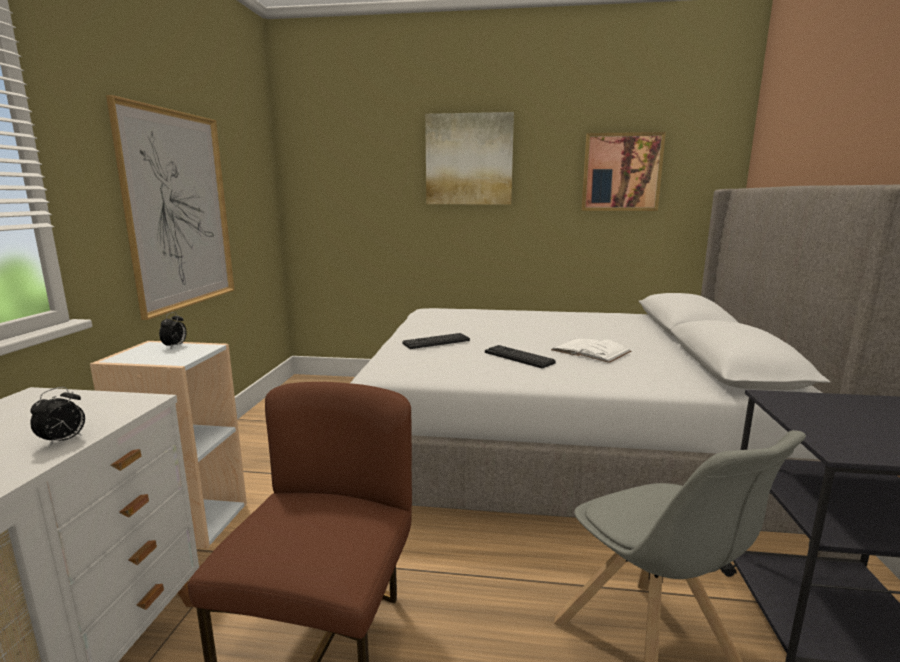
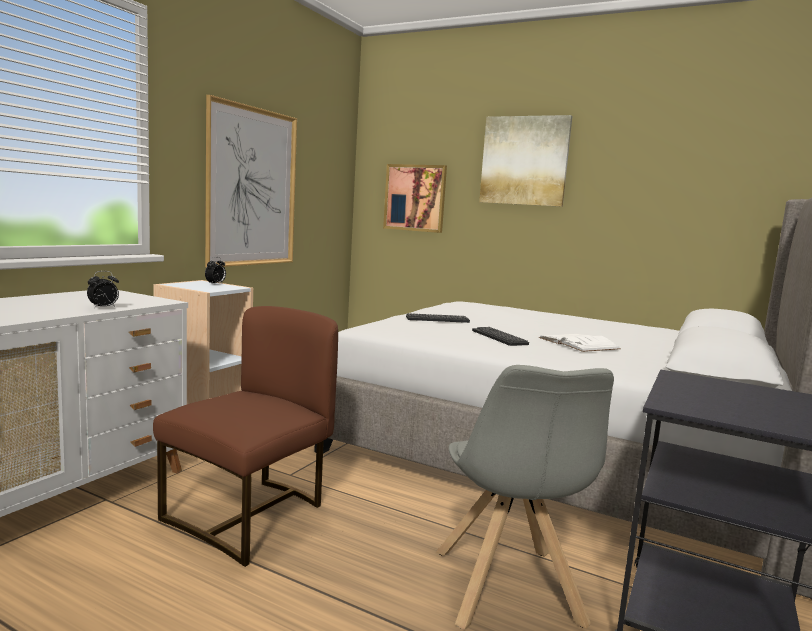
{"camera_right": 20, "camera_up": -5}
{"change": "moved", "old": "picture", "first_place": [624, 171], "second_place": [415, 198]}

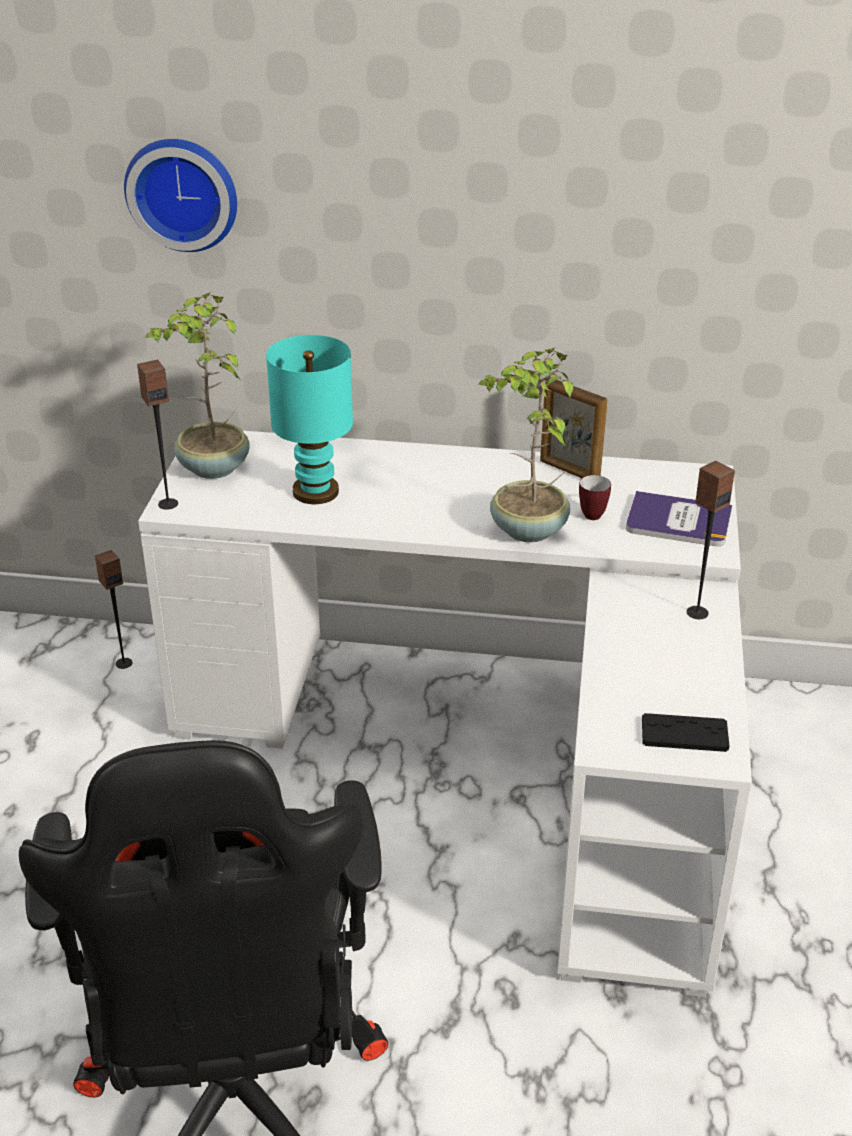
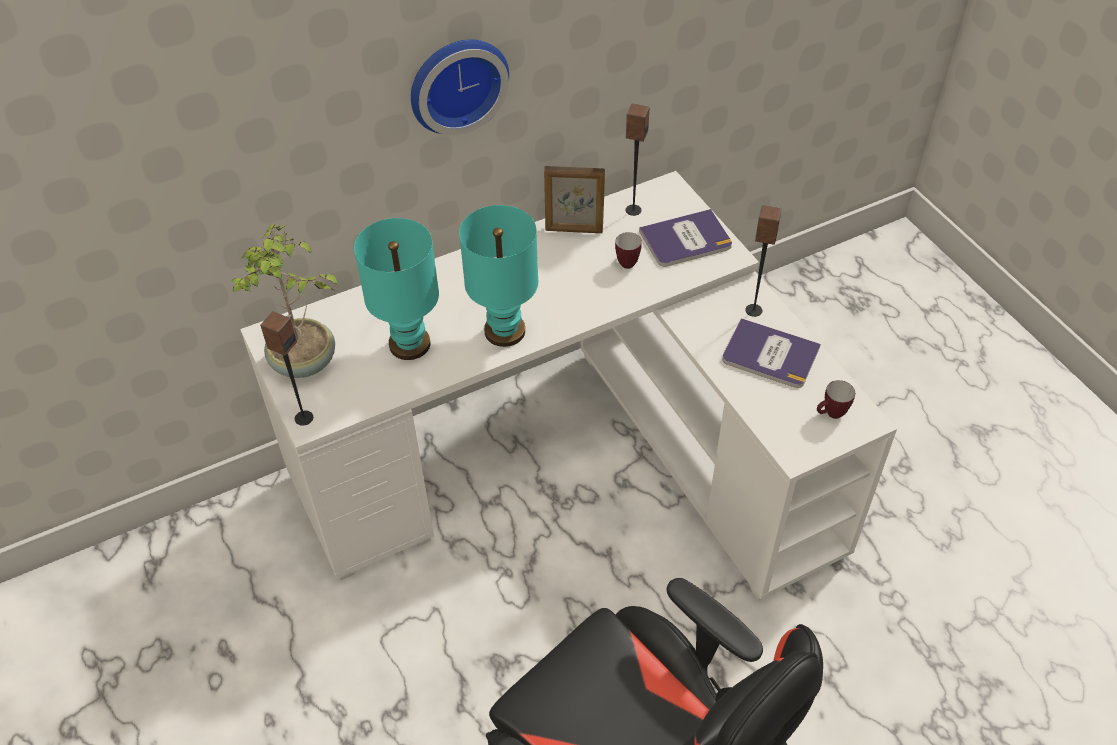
{"camera_right": -35, "camera_up": 15}
{"change": "moved", "old": "wall clock", "first_place": [180, 195], "second_place": [460, 87]}
{"change": "removed", "old": "potted plant", "first_place": [525, 444]}
{"change": "moved", "old": "speaker", "first_place": [114, 609], "second_place": [638, 160]}
{"change": "replaced", "old": "black game controller", "new": "mug", "first_place": [685, 732], "second_place": [836, 399]}
{"change": "added", "new": "turquoise table lamp", "second_place": [498, 276]}
{"change": "added", "new": "book", "second_place": [771, 353]}

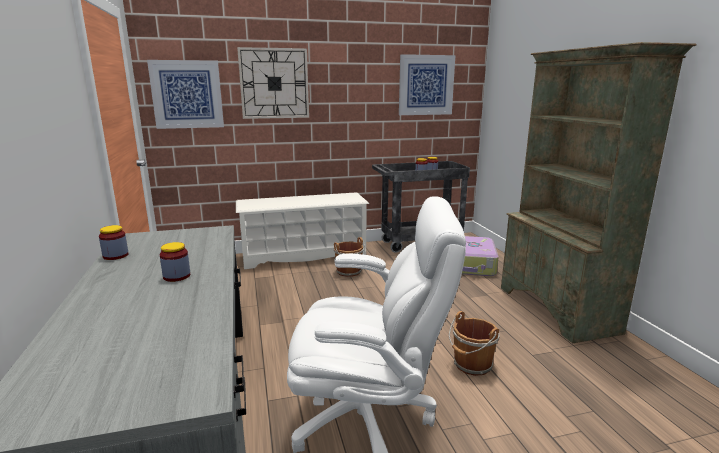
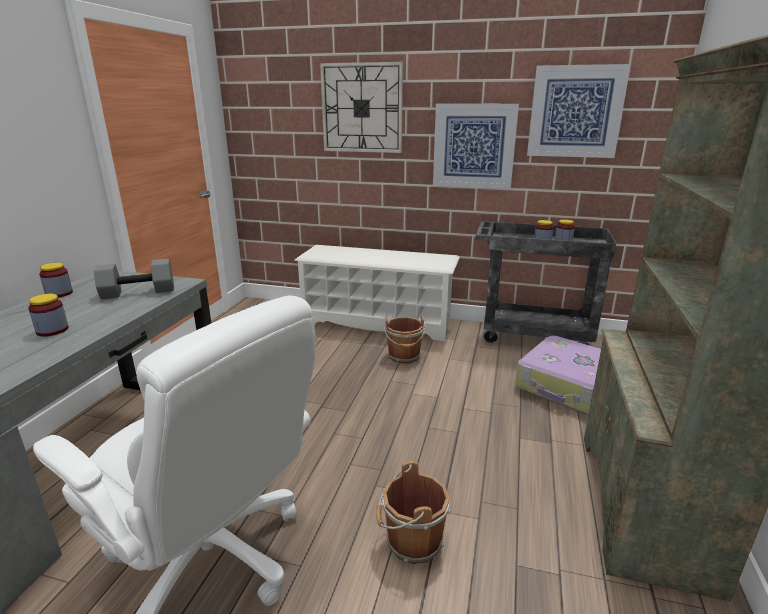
{"camera_right": 30, "camera_up": 5}
{"change": "moved", "old": "picture", "first_place": [185, 94], "second_place": [476, 146]}
{"change": "added", "new": "grey dumbbell", "second_place": [134, 279]}

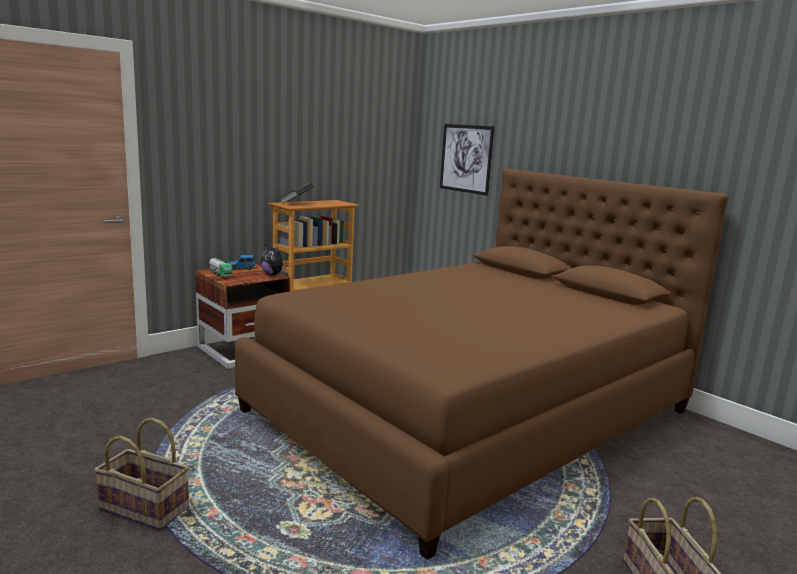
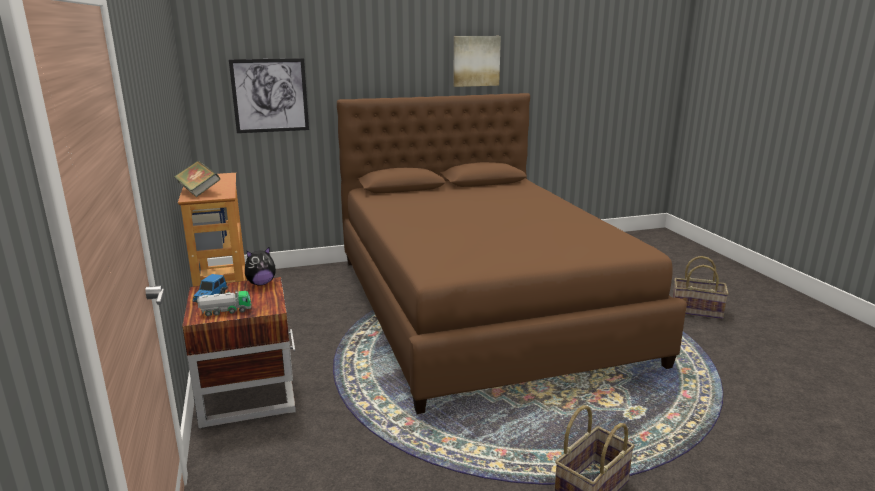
{"camera_right": -65, "camera_up": 5}
{"change": "added", "new": "picture", "second_place": [477, 61]}

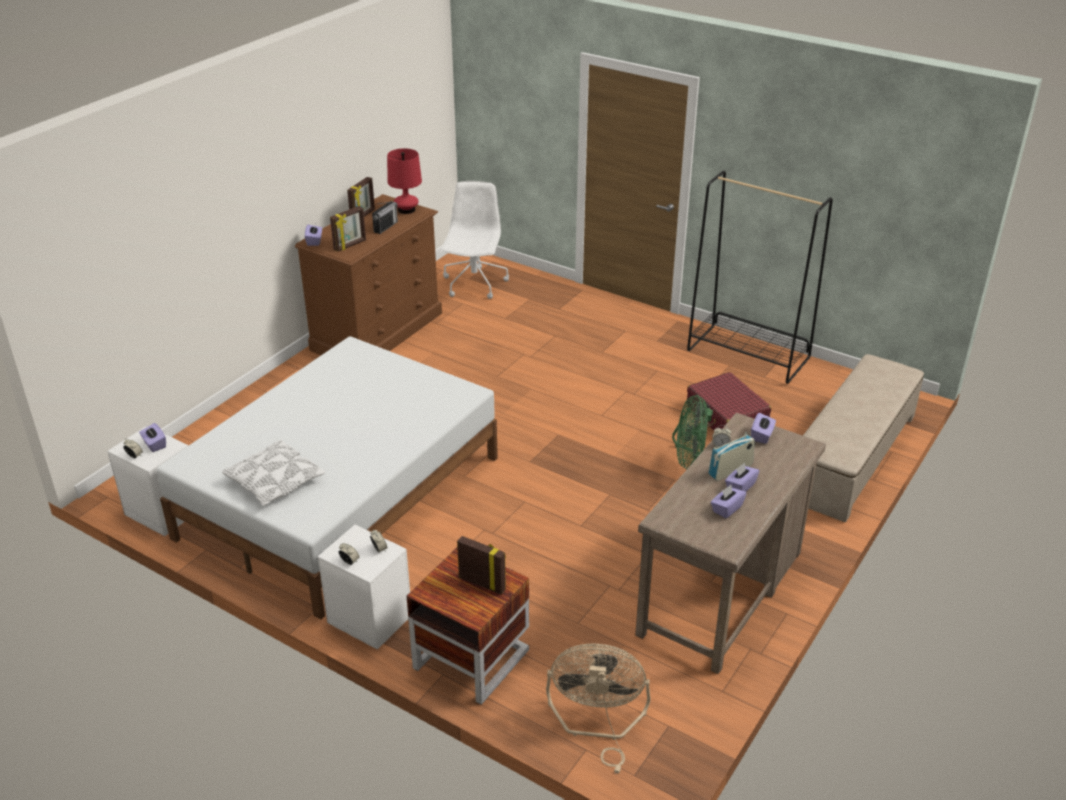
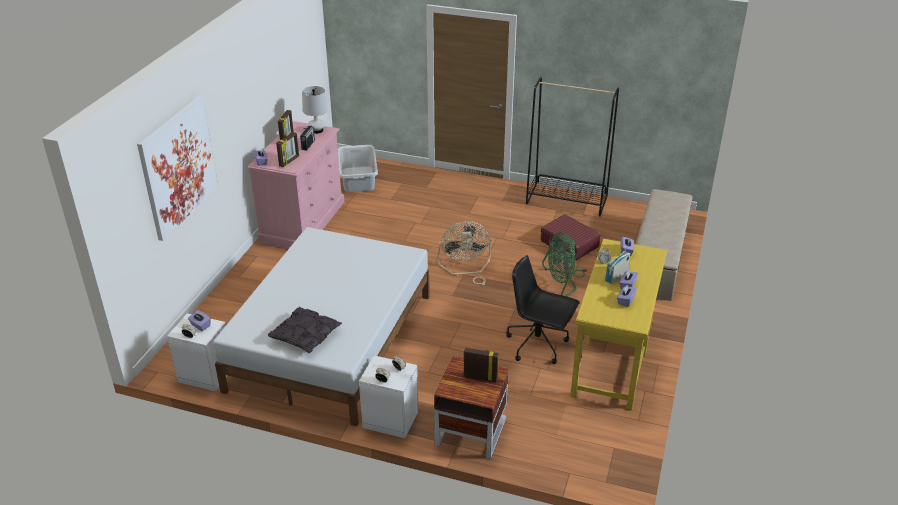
{"camera_right": -15, "camera_up": 0}
{"change": "recoloured", "old": "red table lamp", "new": "white table lamp", "first_place": [404, 181], "second_place": [315, 110]}
{"change": "replaced", "old": "white office chair", "new": "grey laundry basket", "first_place": [475, 240], "second_place": [358, 168]}
{"change": "recoloured", "old": "brown dresser", "new": "pink dresser", "first_place": [368, 274], "second_place": [296, 185]}
{"change": "recoloured", "old": "brown desk", "new": "yellow desk", "first_place": [730, 543], "second_place": [618, 324]}
{"change": "recoloured", "old": "white pillow", "new": "black pillow", "first_place": [274, 473], "second_place": [305, 330]}
{"change": "moved", "old": "beige fan", "first_place": [598, 709], "second_place": [464, 253]}
{"change": "added", "new": "picture", "second_place": [177, 168]}
{"change": "added", "new": "black office chair", "second_place": [543, 309]}

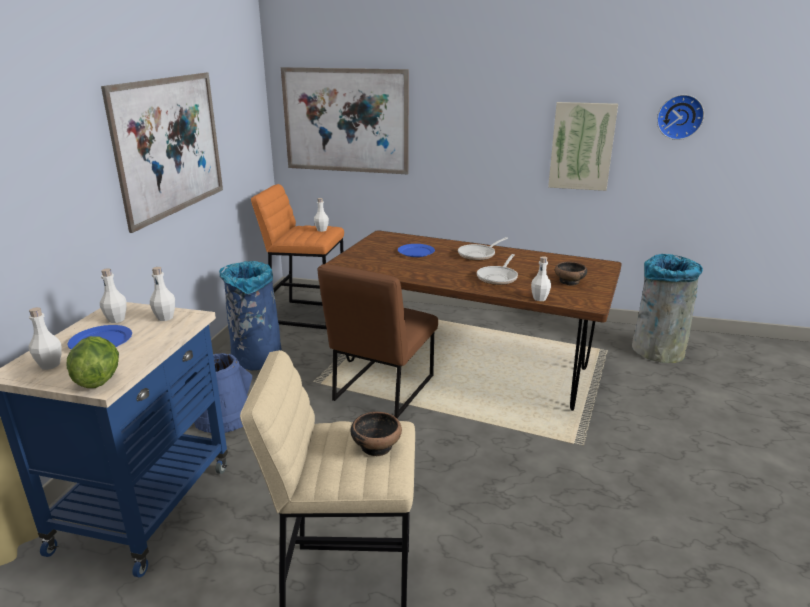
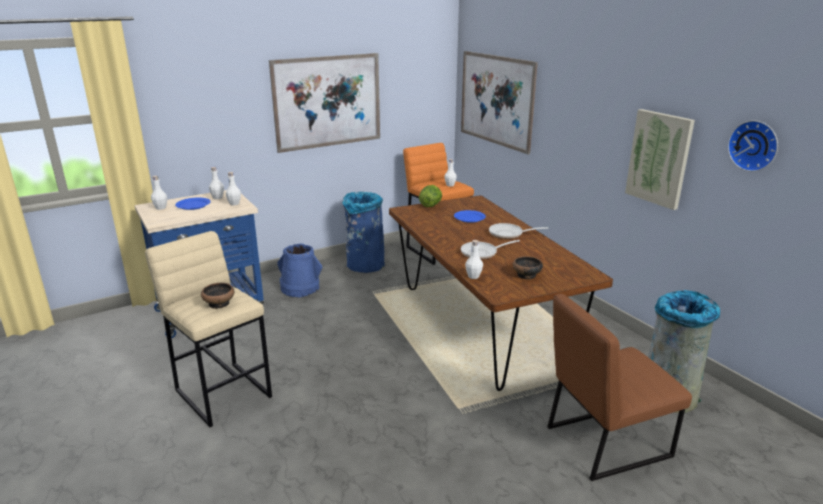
{"camera_right": 45, "camera_up": 0}
{"change": "moved", "old": "brown chair", "first_place": [377, 341], "second_place": [619, 387]}
{"change": "moved", "old": "lettuce", "first_place": [93, 362], "second_place": [430, 196]}

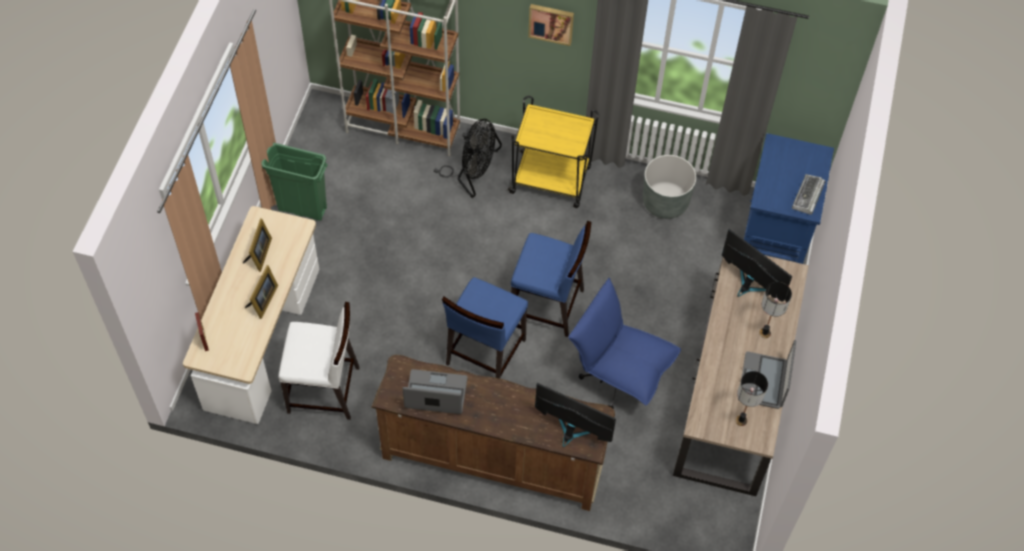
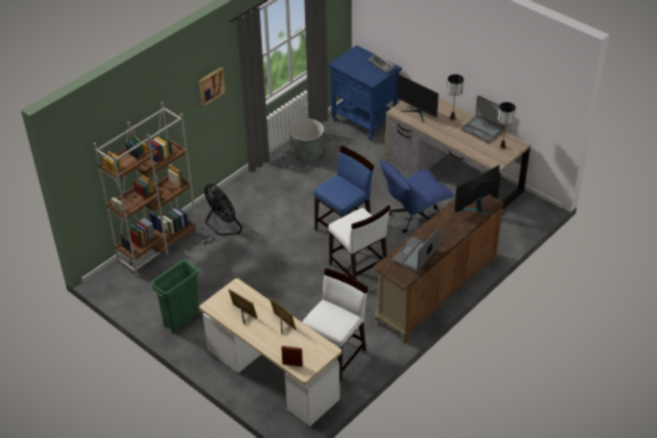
{"camera_right": -60, "camera_up": -15}
{"change": "removed", "old": "yellow cart", "first_place": [553, 152]}
{"change": "turned", "old": "monitor", "first_place": [757, 265], "second_place": [418, 98], "degrees": -120}
{"change": "recoloured", "old": "blue chair", "new": "white chair", "first_place": [485, 328], "second_place": [359, 242]}

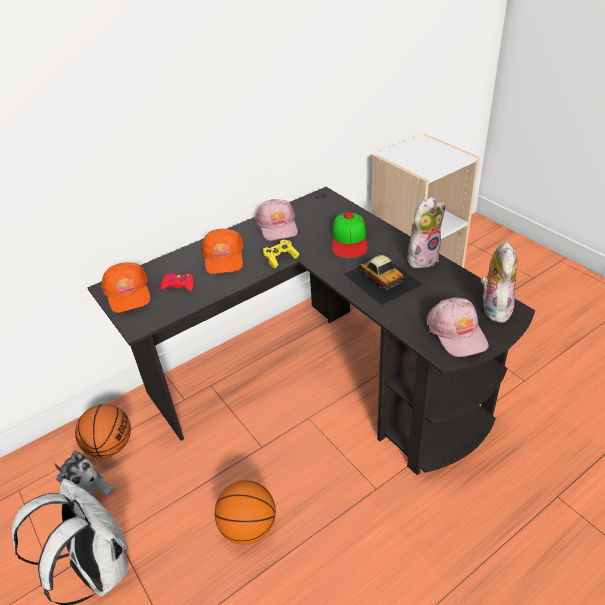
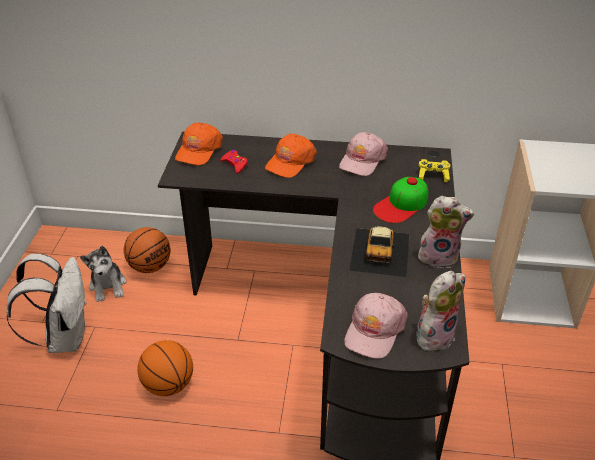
{"camera_right": 40, "camera_up": 0}
{"change": "moved", "old": "yellow game controller", "first_place": [281, 254], "second_place": [435, 170]}

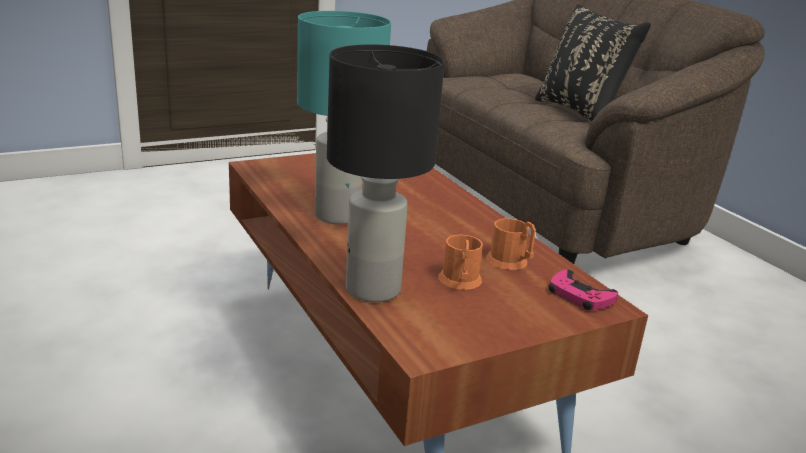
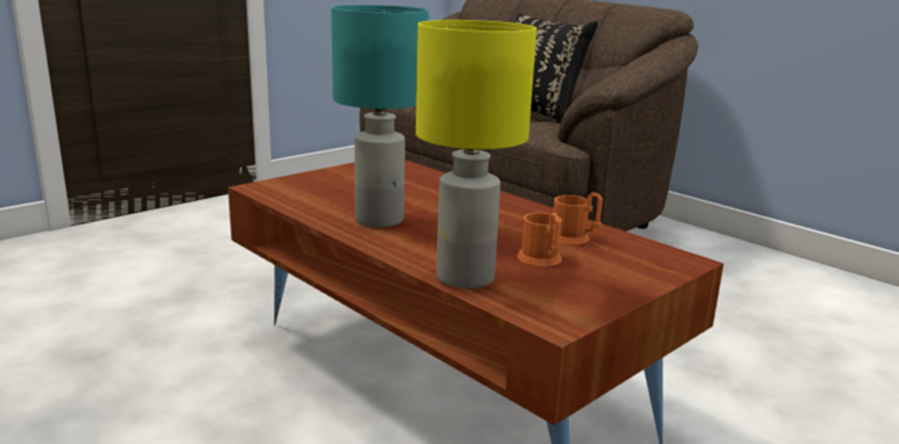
{"camera_right": -15, "camera_up": -5}
{"change": "recoloured", "old": "black table lamp", "new": "yellow table lamp", "first_place": [386, 173], "second_place": [476, 154]}
{"change": "removed", "old": "pink game controller", "first_place": [583, 289]}

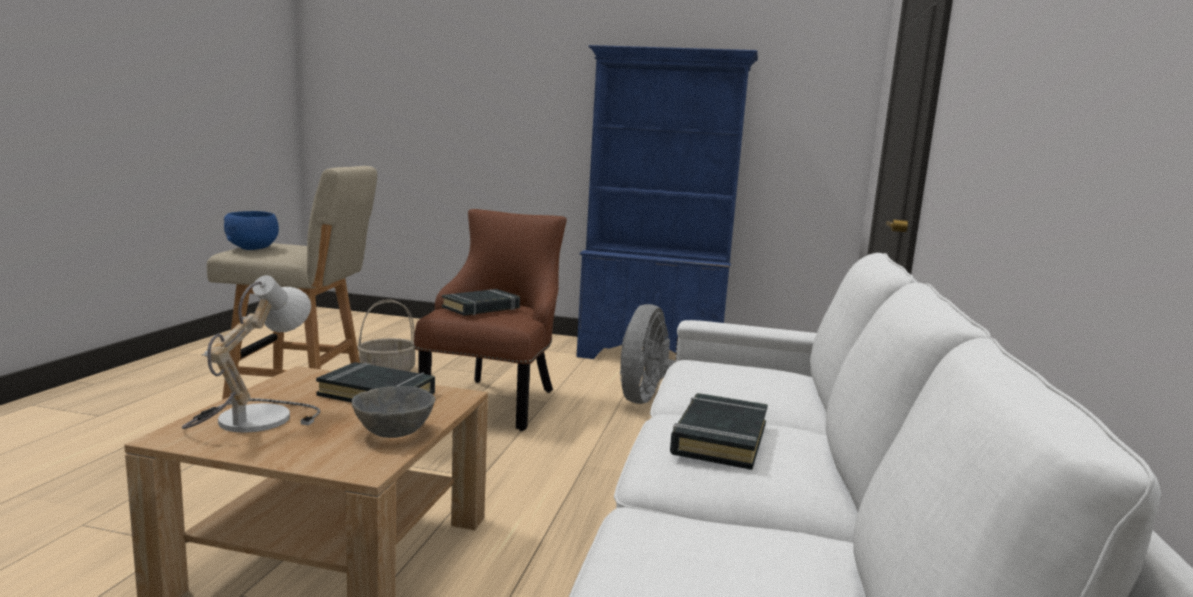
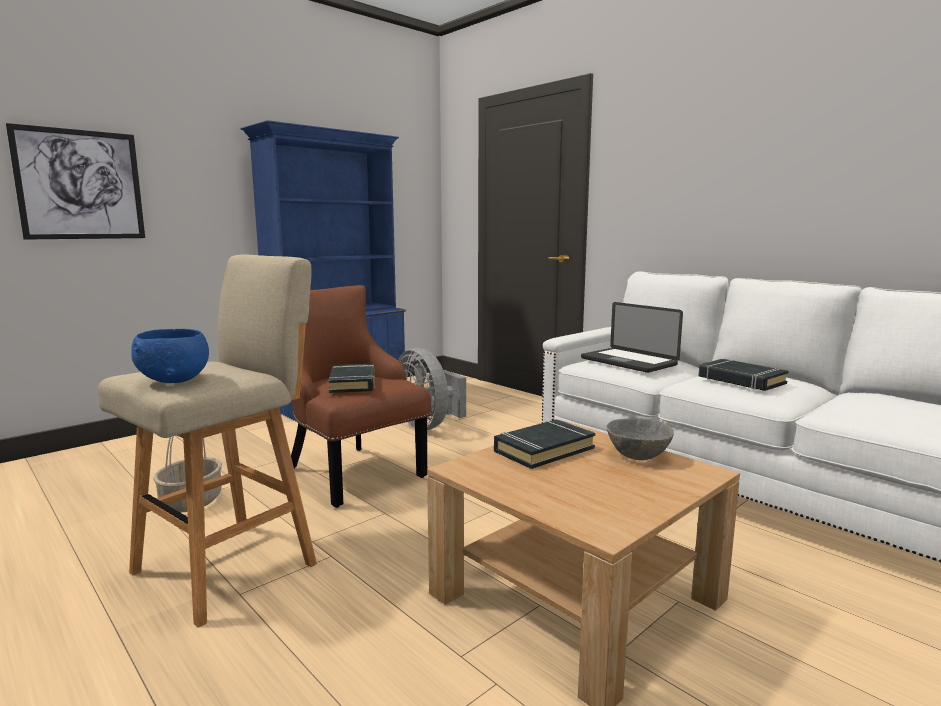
{"camera_right": -55, "camera_up": 0}
{"change": "removed", "old": "table lamp", "first_place": [251, 354]}
{"change": "added", "new": "picture", "second_place": [75, 181]}
{"change": "added", "new": "laptop", "second_place": [632, 337]}

